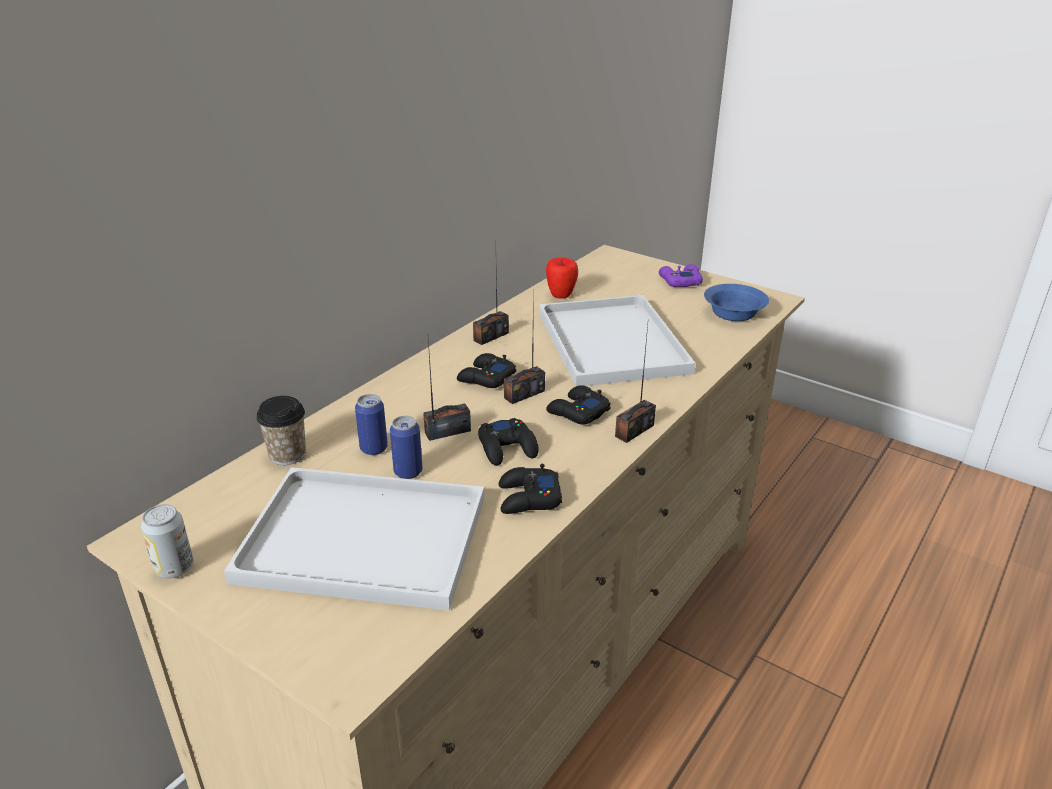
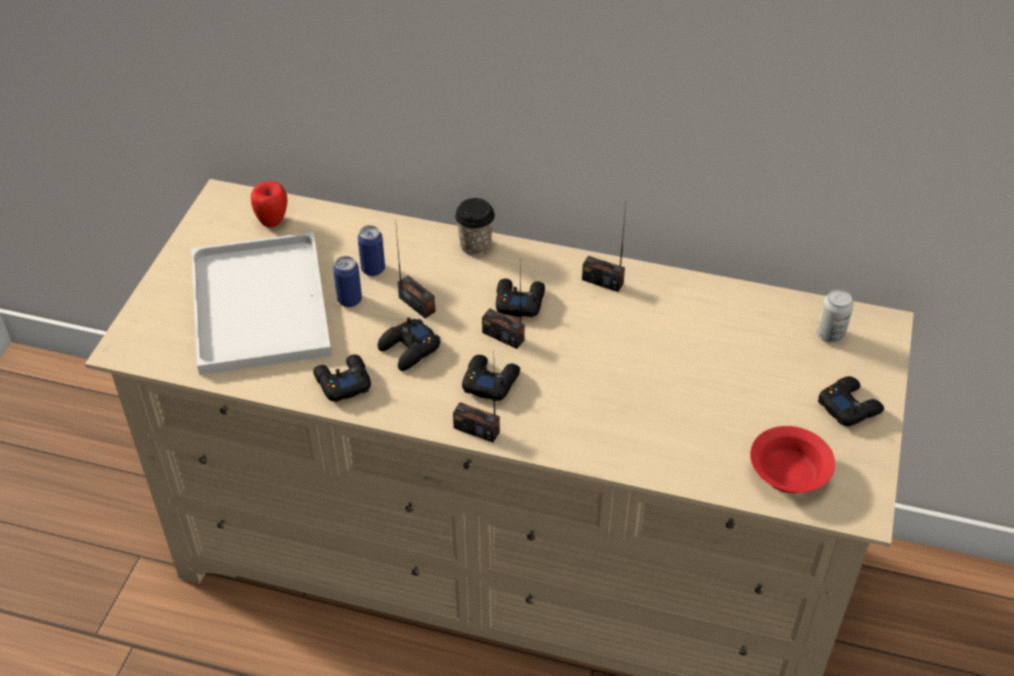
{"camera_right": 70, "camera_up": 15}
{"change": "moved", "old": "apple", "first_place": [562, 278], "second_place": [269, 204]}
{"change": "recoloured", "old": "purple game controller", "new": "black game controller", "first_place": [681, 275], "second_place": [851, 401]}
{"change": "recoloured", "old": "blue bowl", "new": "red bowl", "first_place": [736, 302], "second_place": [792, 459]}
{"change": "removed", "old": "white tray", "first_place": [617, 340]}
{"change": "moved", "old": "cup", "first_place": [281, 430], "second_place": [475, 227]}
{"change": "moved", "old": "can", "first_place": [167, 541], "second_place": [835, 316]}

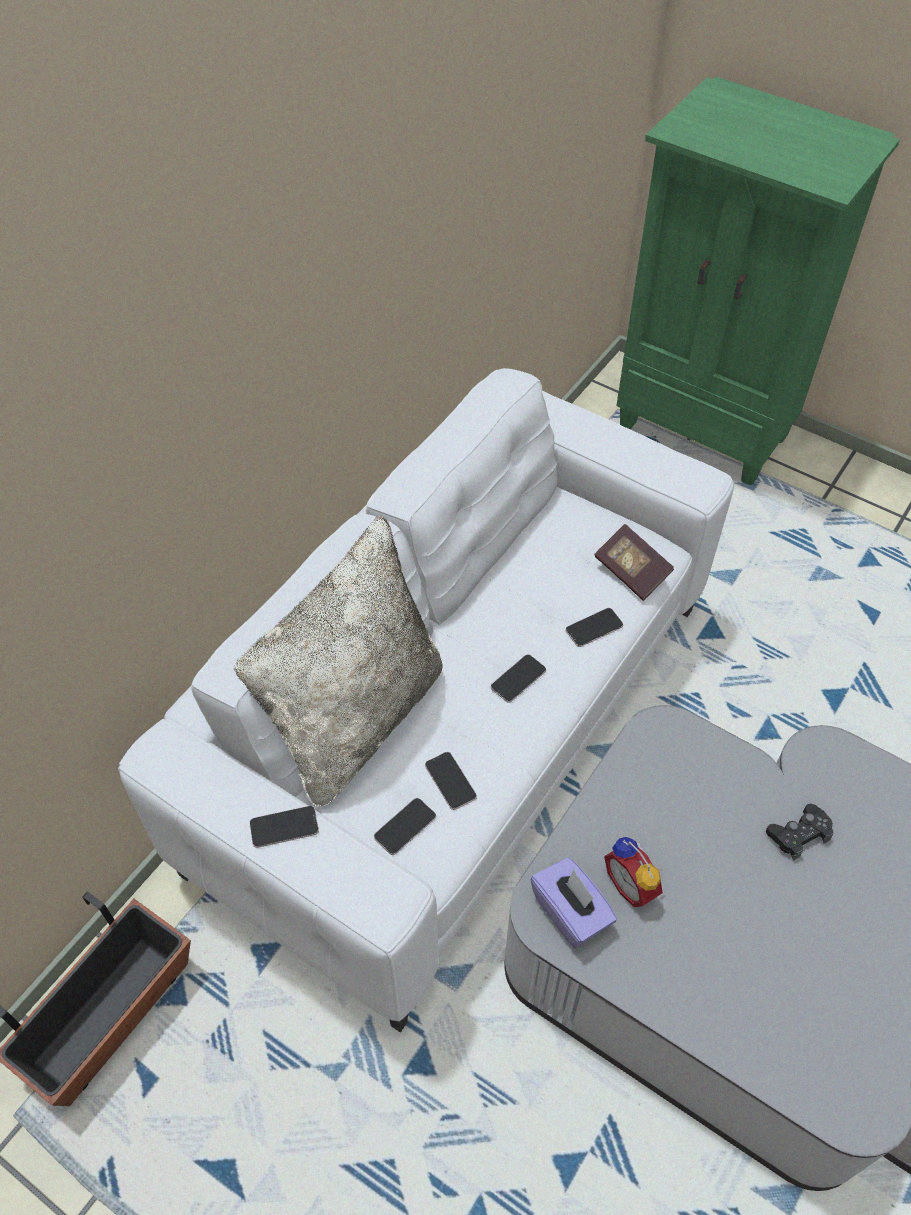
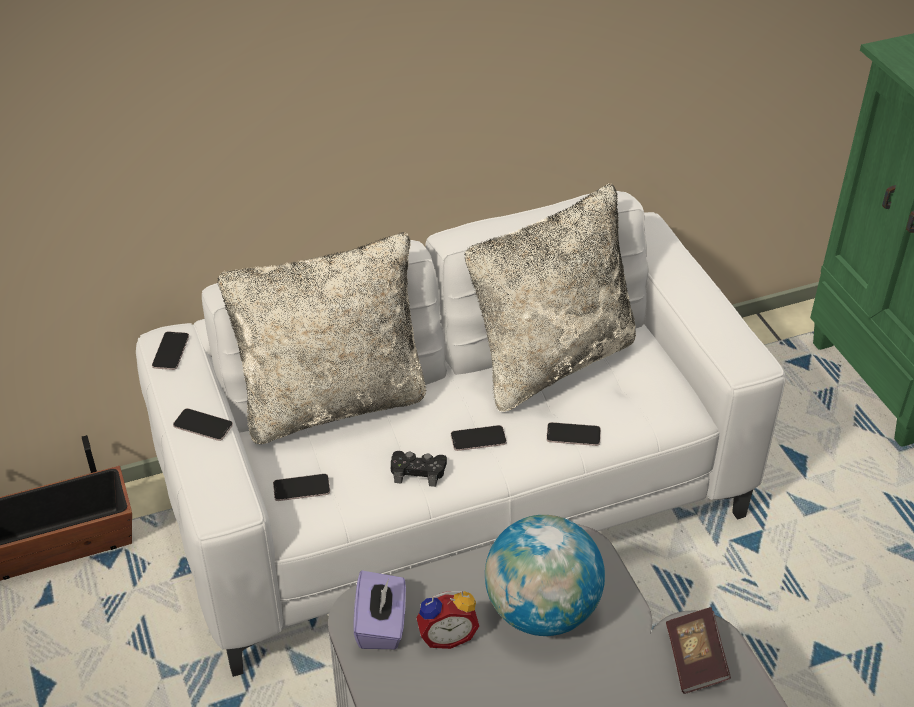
{"camera_right": 35, "camera_up": -10}
{"change": "moved", "old": "book", "first_place": [634, 562], "second_place": [698, 650]}
{"change": "moved", "old": "phone", "first_place": [451, 781], "second_place": [170, 350]}
{"change": "moved", "old": "black game controller", "first_place": [799, 832], "second_place": [419, 469]}
{"change": "turned", "old": "alarm clock", "first_place": [634, 872], "second_place": [447, 620], "degrees": -105}
{"change": "added", "new": "beige pillow", "second_place": [550, 297]}
{"change": "added", "new": "globe", "second_place": [545, 575]}

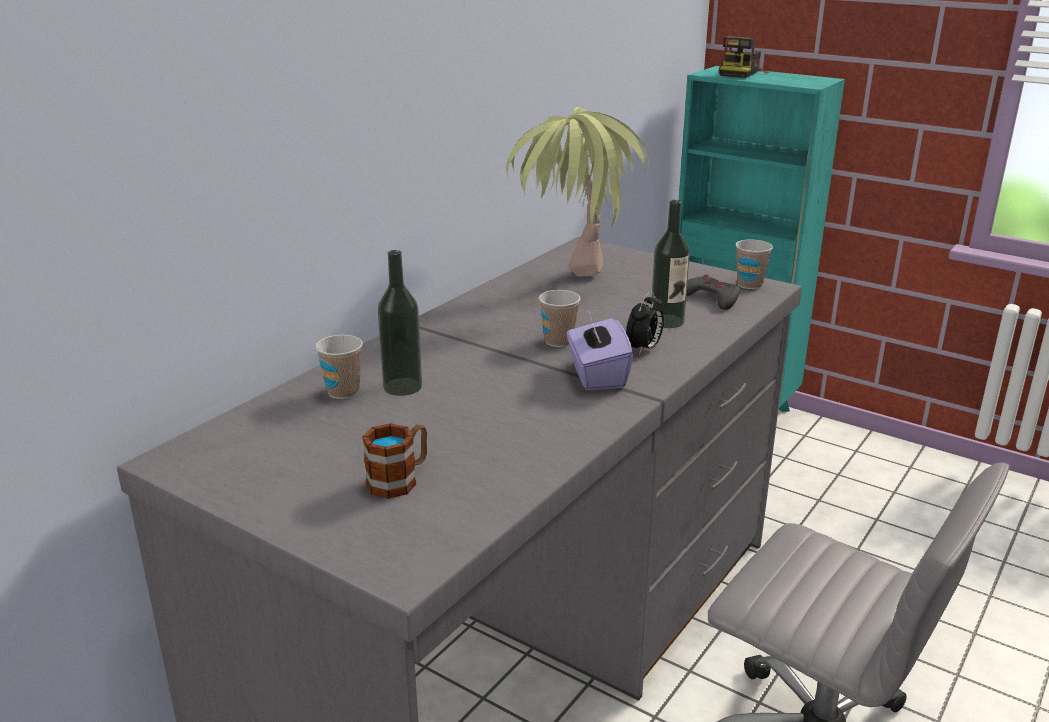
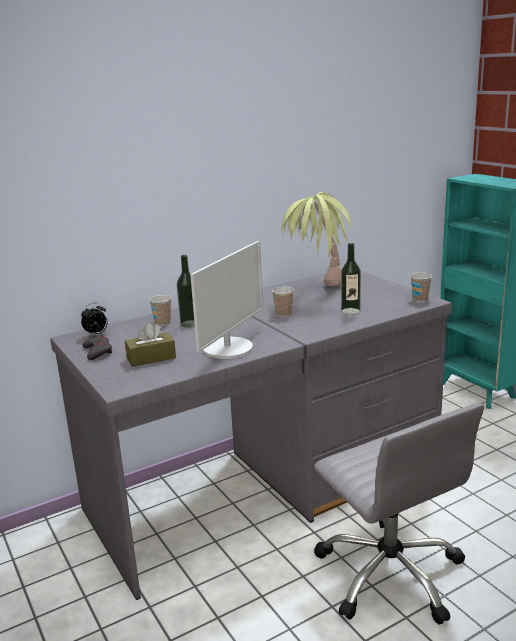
{"camera_right": 25, "camera_up": -5}
{"change": "removed", "old": "photo camera", "first_place": [744, 57]}
{"change": "moved", "old": "grey game controller", "first_place": [713, 292], "second_place": [97, 348]}
{"change": "moved", "old": "alarm clock", "first_place": [645, 323], "second_place": [94, 320]}
{"change": "removed", "old": "purple tissue box", "first_place": [600, 350]}
{"change": "replaced", "old": "mug", "new": "brown tissue box", "first_place": [394, 461], "second_place": [150, 345]}
{"change": "added", "new": "monitor", "second_place": [226, 300]}

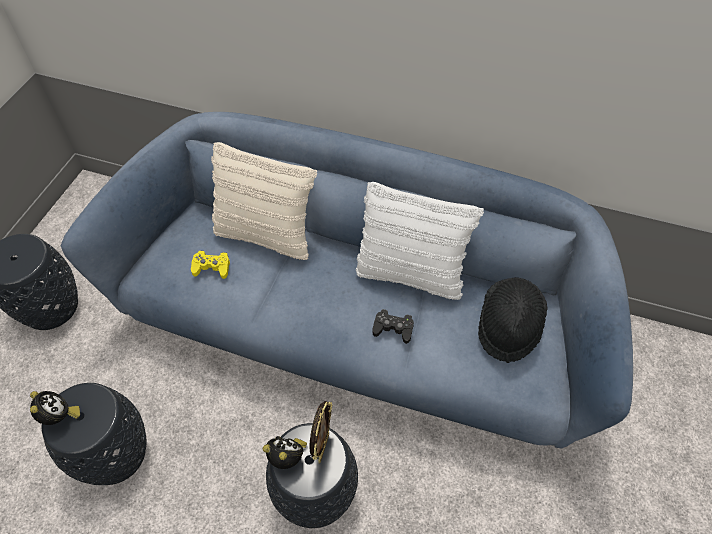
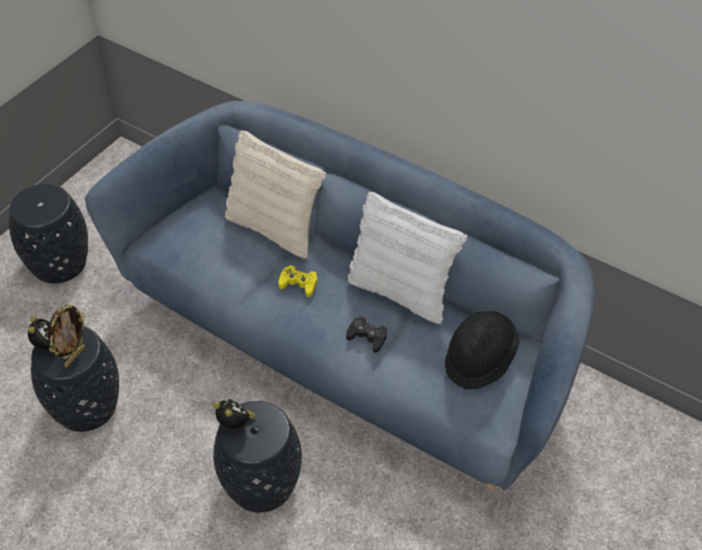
{"camera_right": 15, "camera_up": -5}
{"change": "moved", "old": "yellow game controller", "first_place": [210, 265], "second_place": [297, 281]}
{"change": "moved", "old": "picture frame", "first_place": [320, 432], "second_place": [66, 335]}

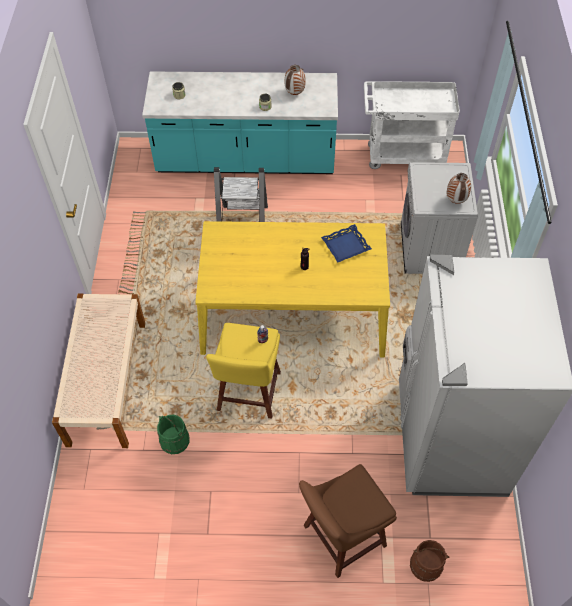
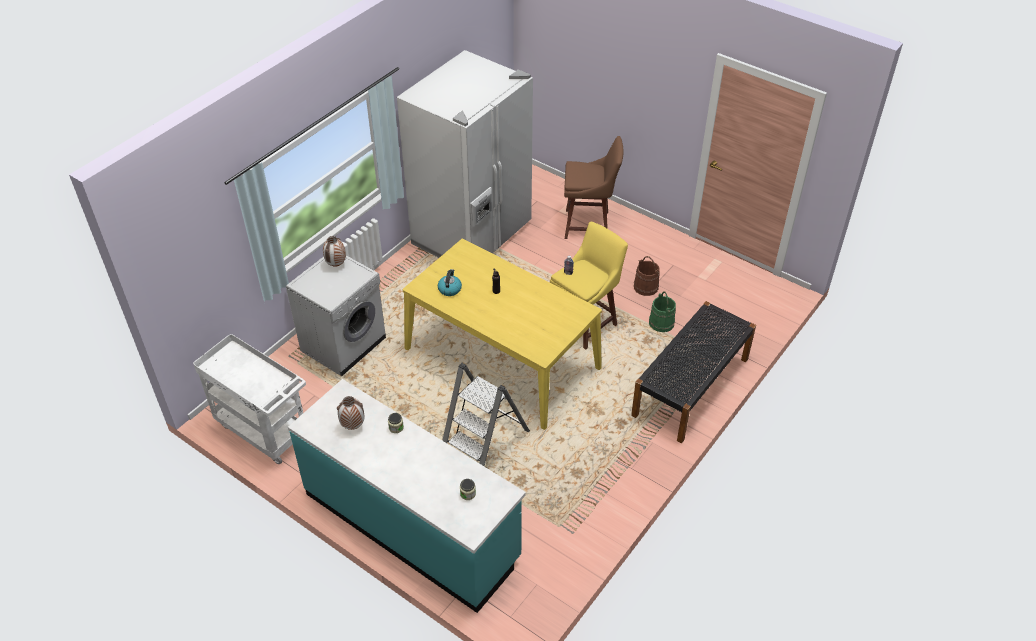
{"camera_right": -145, "camera_up": -10}
{"change": "replaced", "old": "blue tray", "new": "kettle", "first_place": [346, 243], "second_place": [450, 282]}
{"change": "recoloured", "old": "beige bench", "new": "black bench", "first_place": [99, 370], "second_place": [693, 372]}
{"change": "moved", "old": "brown bucket", "first_place": [430, 561], "second_place": [647, 276]}

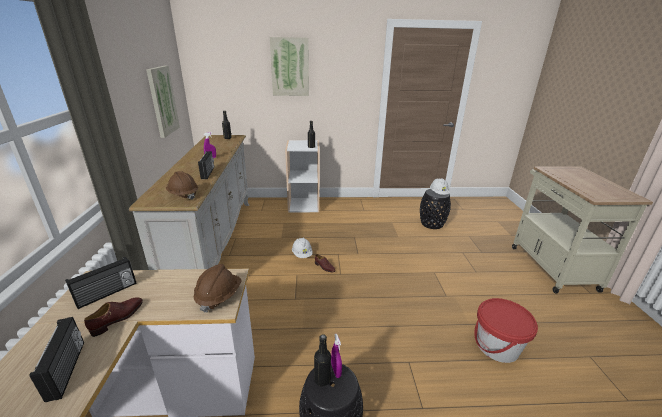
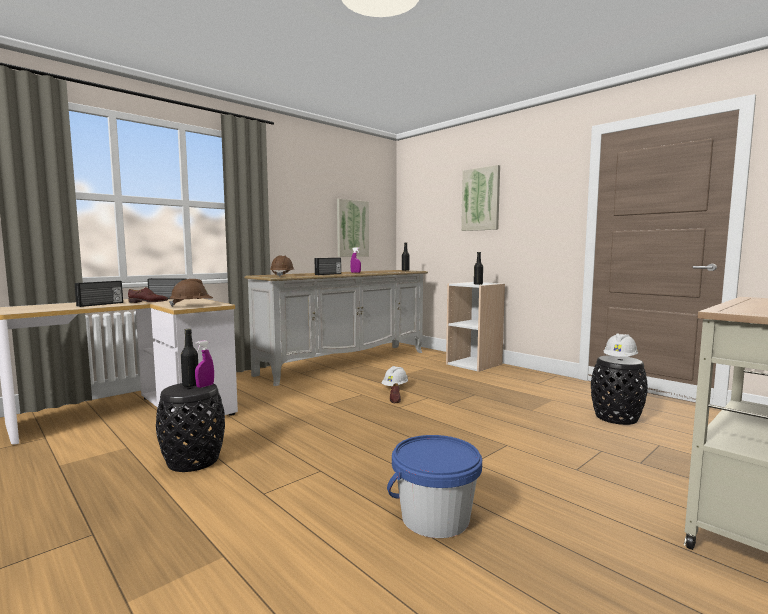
{"camera_right": 50, "camera_up": -20}
{"change": "recoloured", "old": "red bucket", "new": "blue bucket", "first_place": [506, 330], "second_place": [434, 486]}

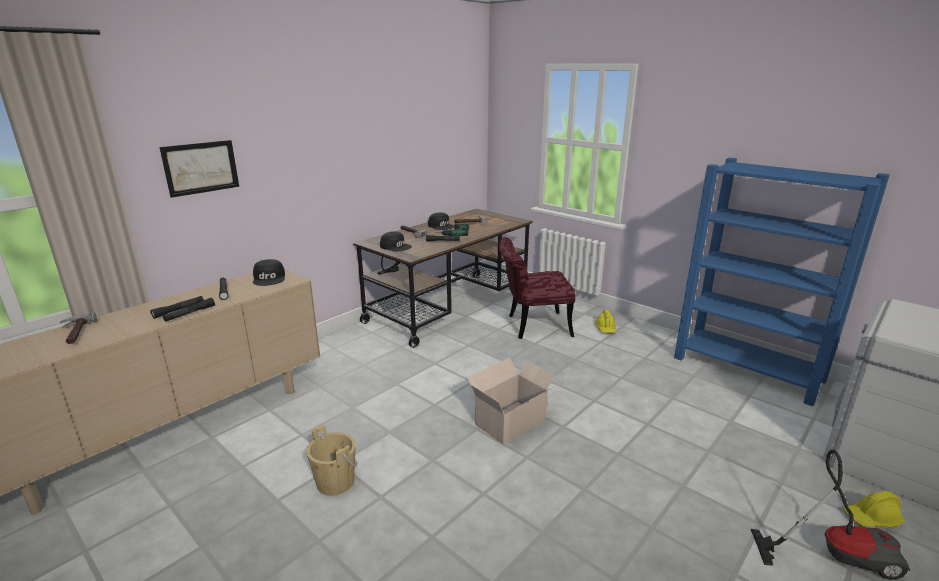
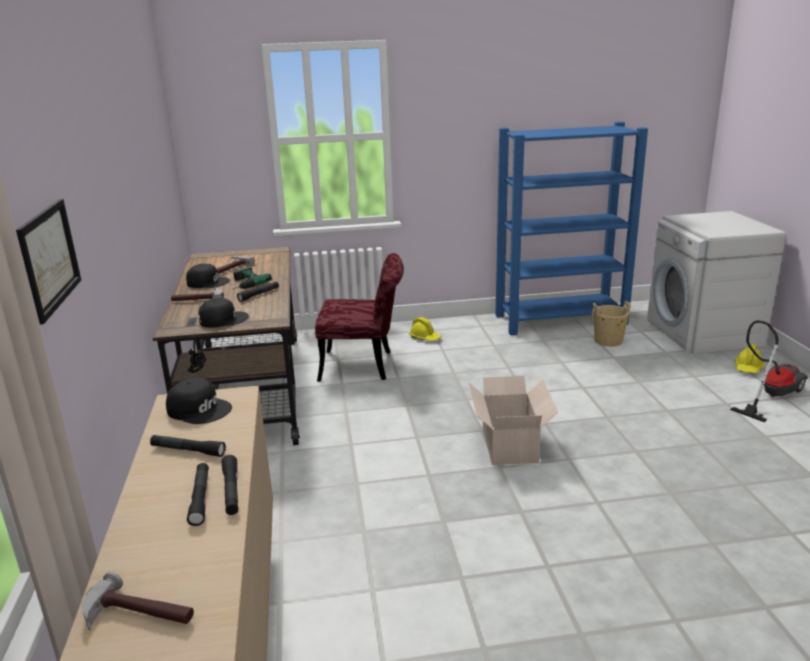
{"camera_right": -50, "camera_up": 0}
{"change": "turned", "old": "red chair", "first_place": [537, 288], "second_place": [359, 317], "degrees": -120}
{"change": "moved", "old": "beige bucket", "first_place": [331, 460], "second_place": [611, 324]}

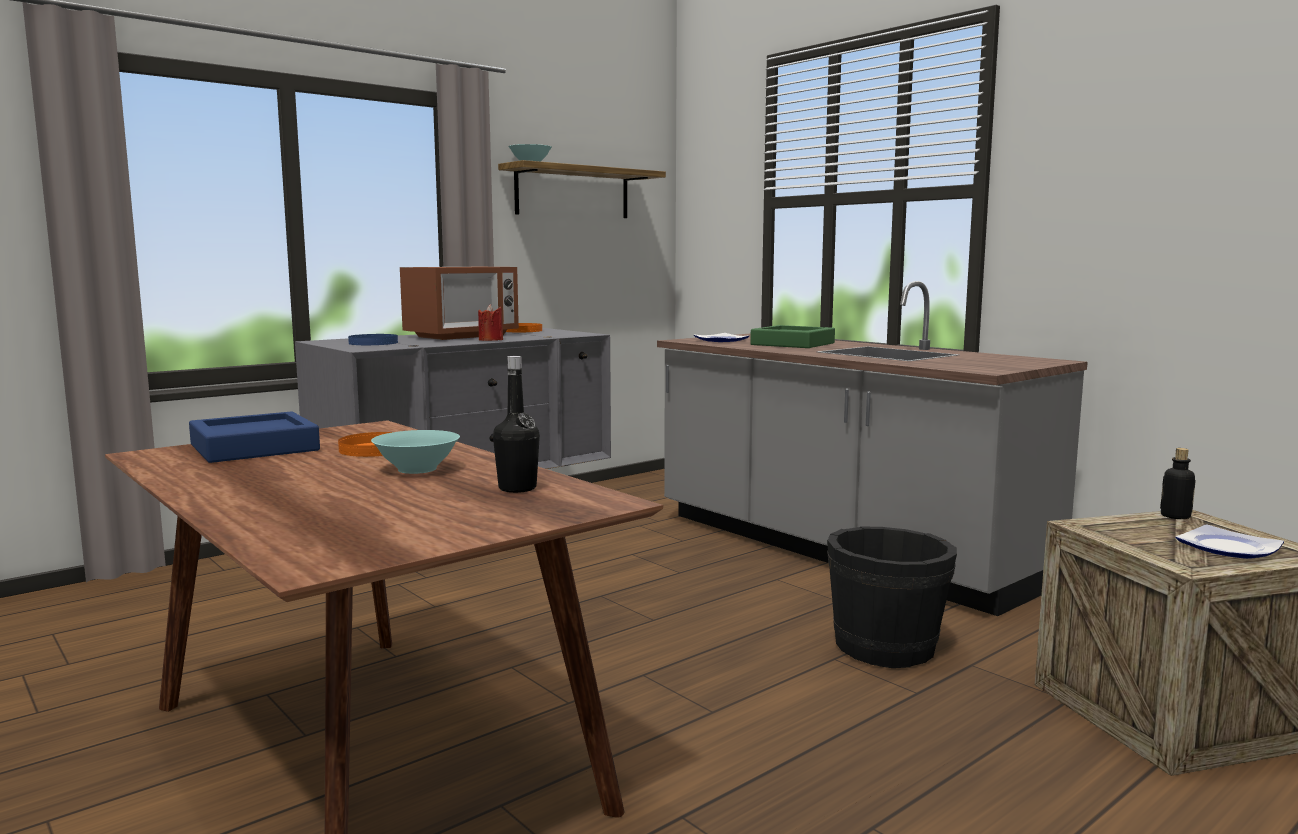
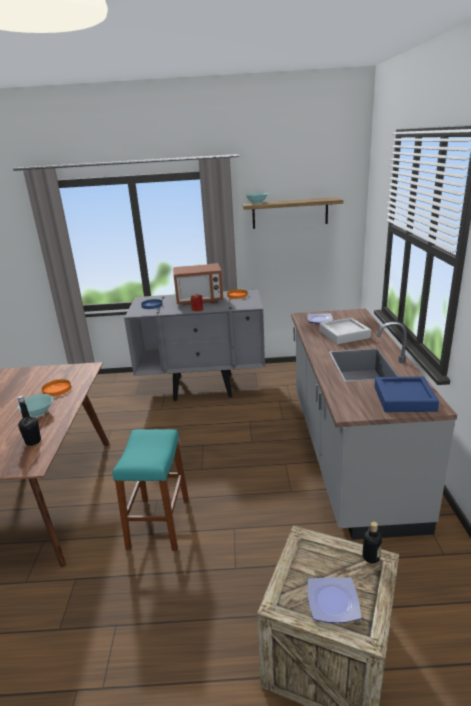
{"camera_right": 40, "camera_up": 15}
{"change": "recoloured", "old": "green tray", "new": "grey tray", "first_place": [792, 336], "second_place": [345, 331]}
{"change": "moved", "old": "blue tray", "first_place": [254, 437], "second_place": [406, 394]}
{"change": "removed", "old": "black bucket", "first_place": [892, 597]}
{"change": "added", "new": "turquoise stool", "second_place": [151, 490]}

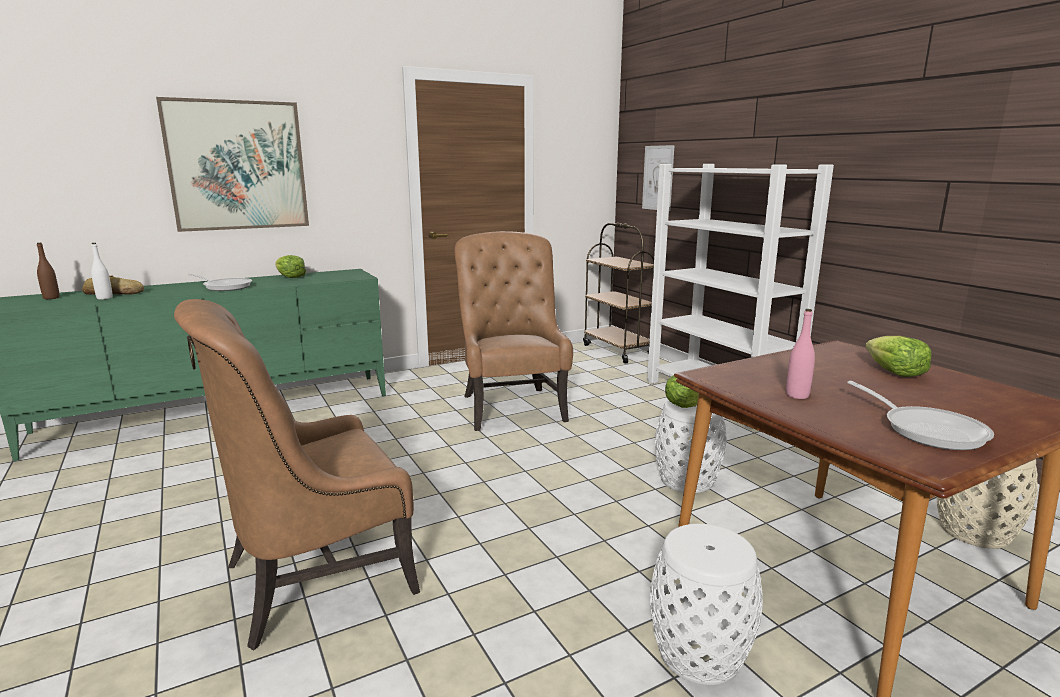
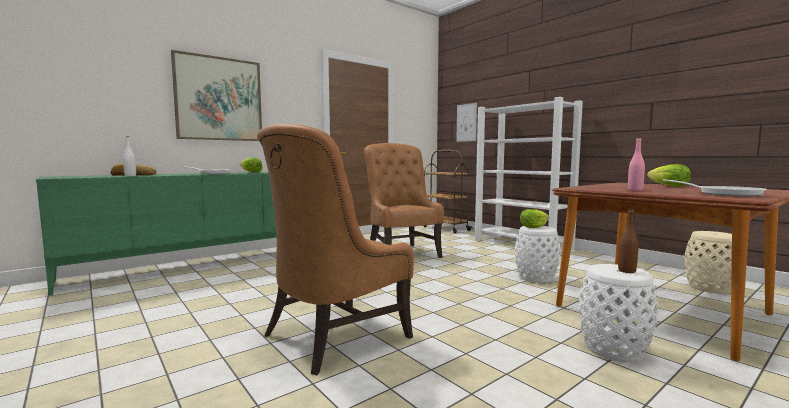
{"camera_right": -10, "camera_up": -10}
{"change": "moved", "old": "brown bottle", "first_place": [48, 271], "second_place": [628, 241]}

